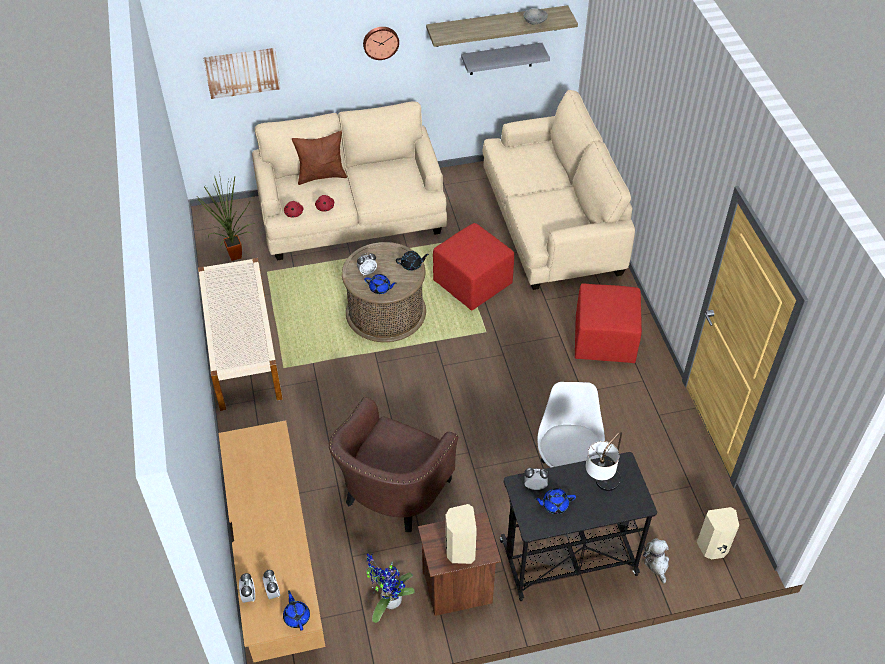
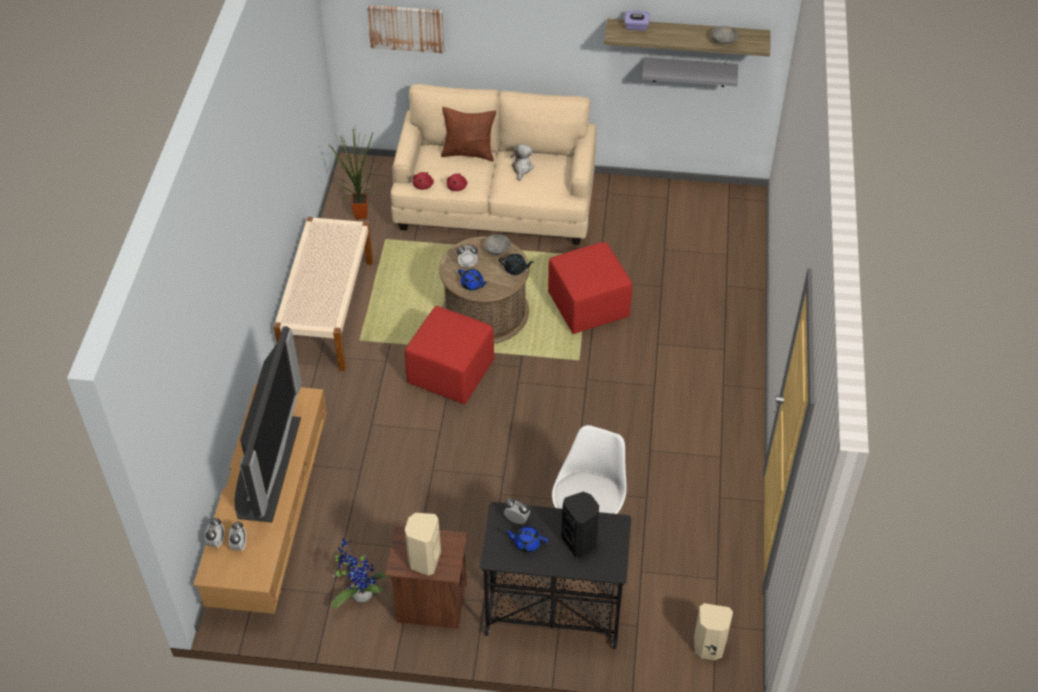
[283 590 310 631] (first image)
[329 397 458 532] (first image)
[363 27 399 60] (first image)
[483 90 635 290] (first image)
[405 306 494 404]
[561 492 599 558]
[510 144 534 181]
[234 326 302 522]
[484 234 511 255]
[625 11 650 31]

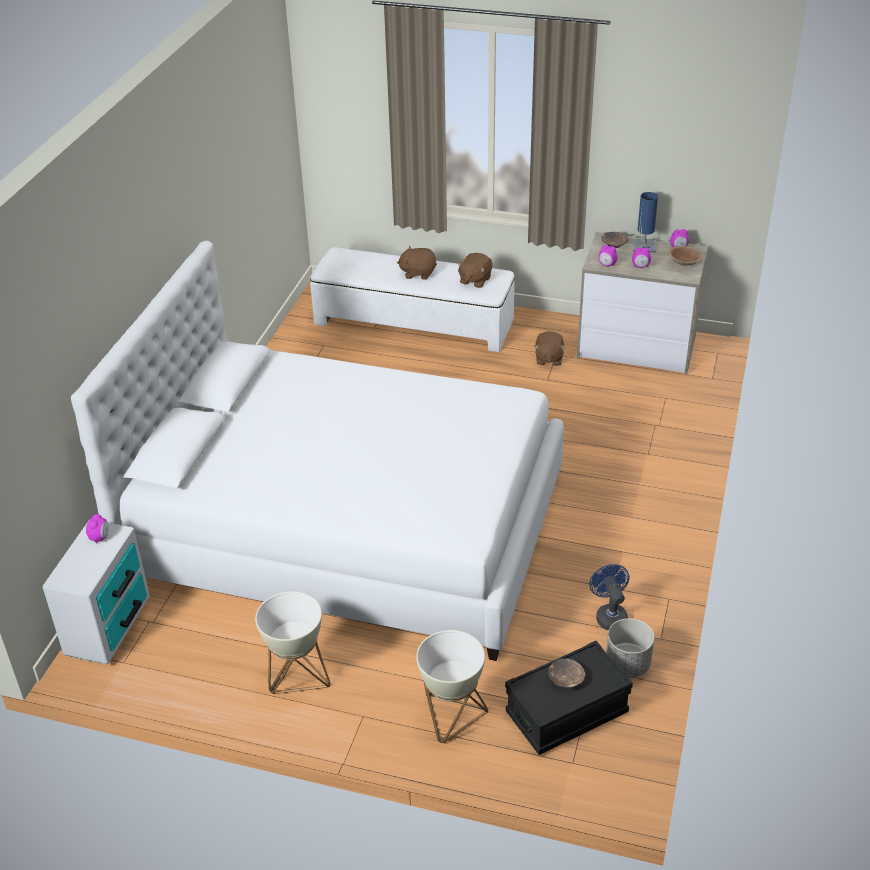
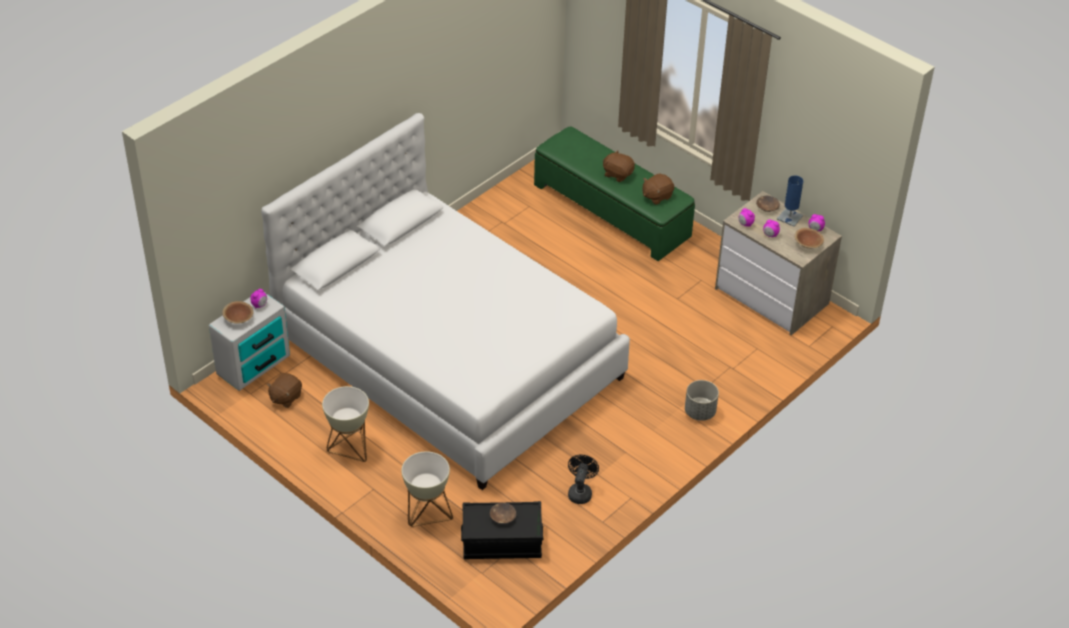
[534 127 695 261]
[267 373 302 408]
[568 455 599 504]
[685 380 719 421]
[222 301 253 324]

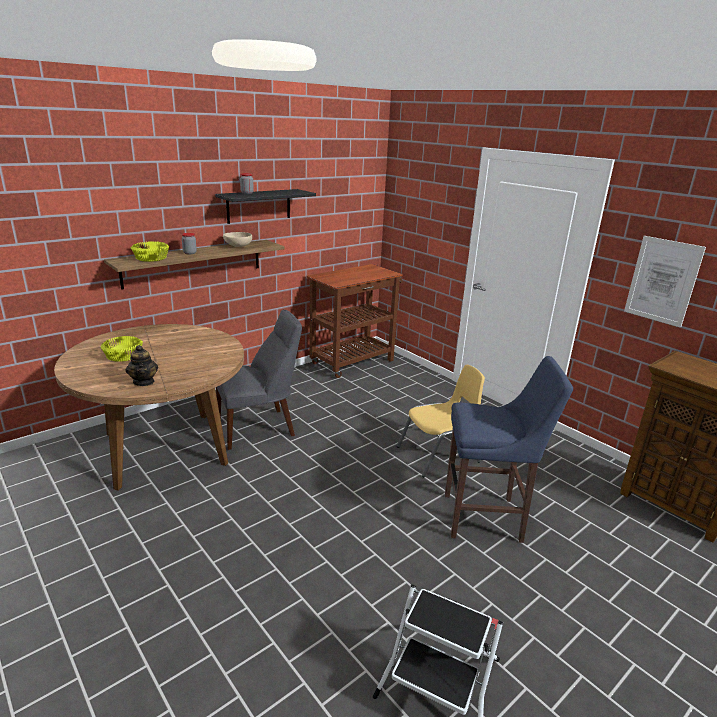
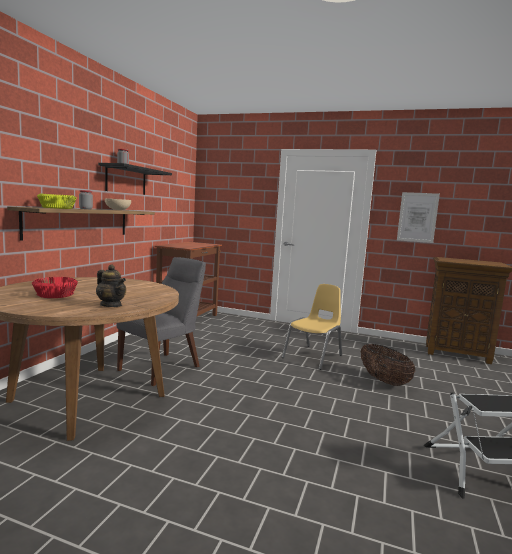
[32 277 78 298]
[360 344 415 386]

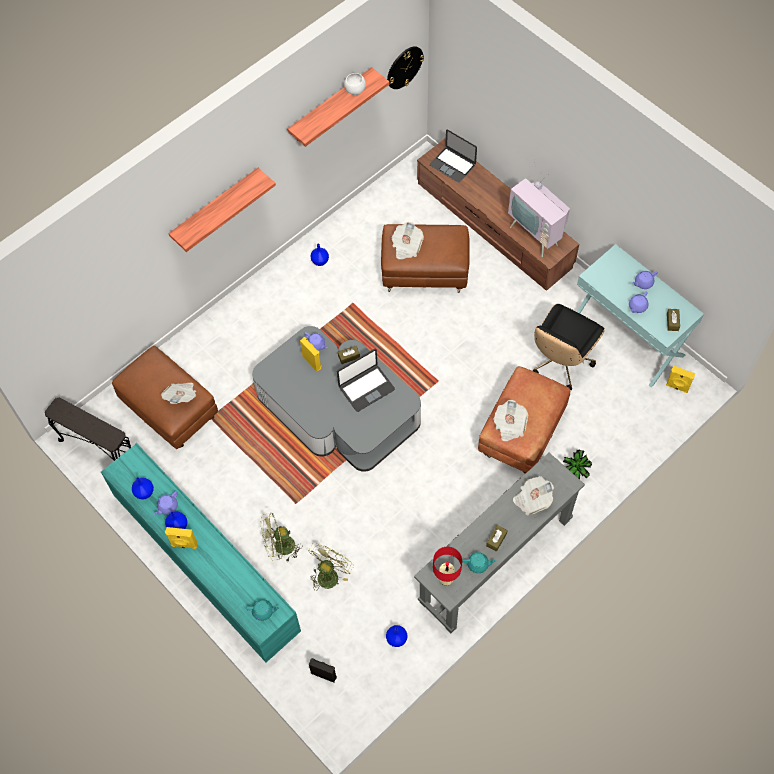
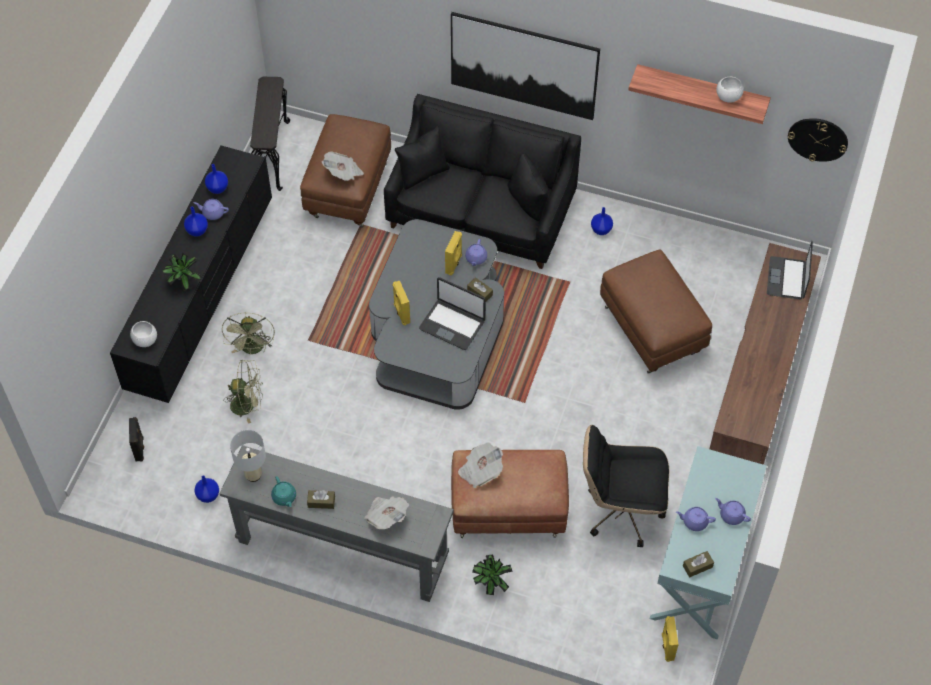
[110 146 272 403]
[393 281 410 326]
[451 12 600 120]
[130 321 157 347]
[222 313 275 355]
[392 222 424 259] (first image)
[230 430 266 482]
[508 159 570 257] (first image)
[162 253 201 290]
[384 94 581 269]

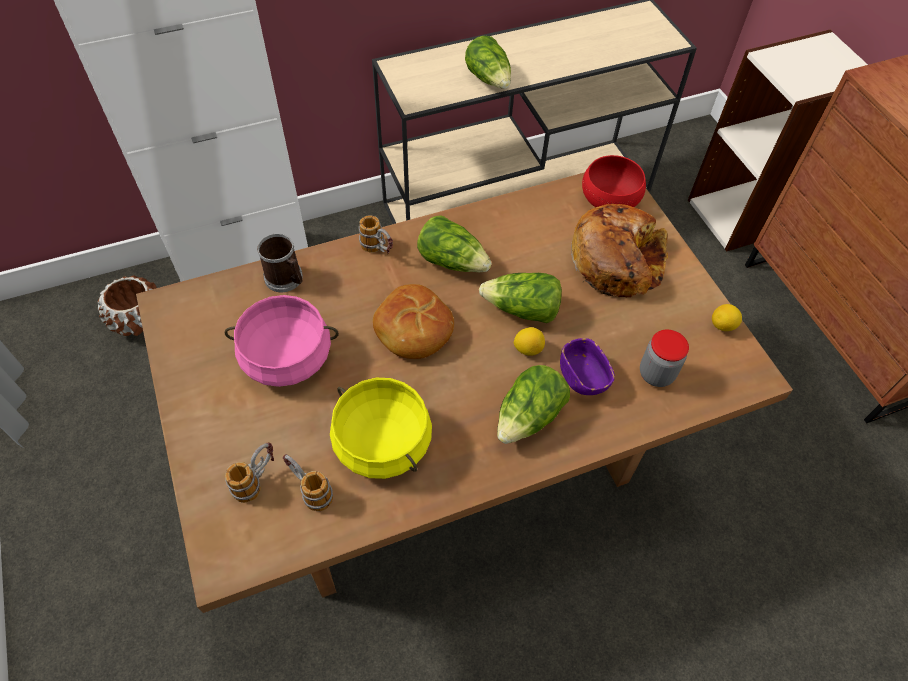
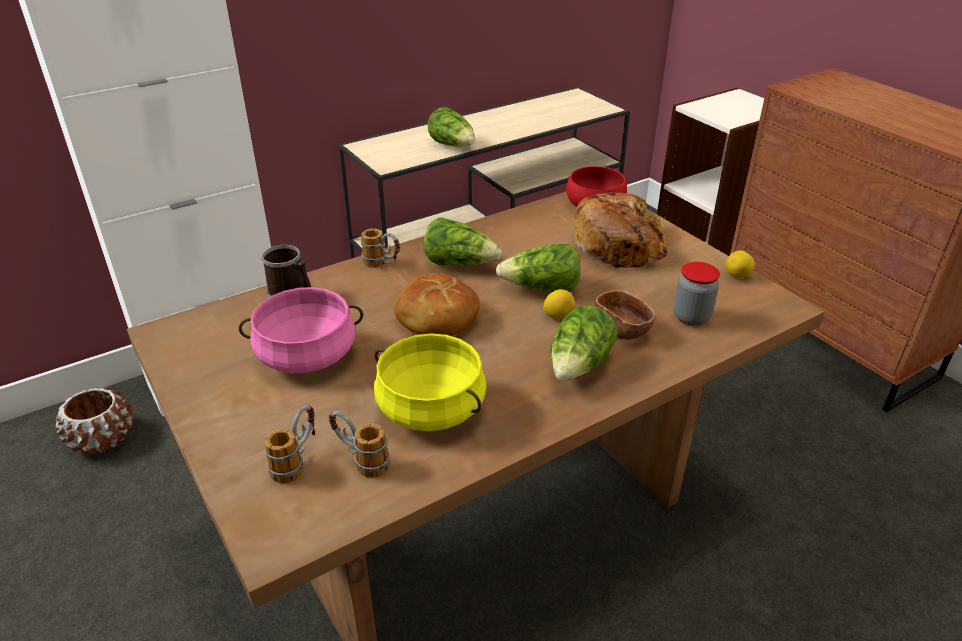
[595 290 656 340]

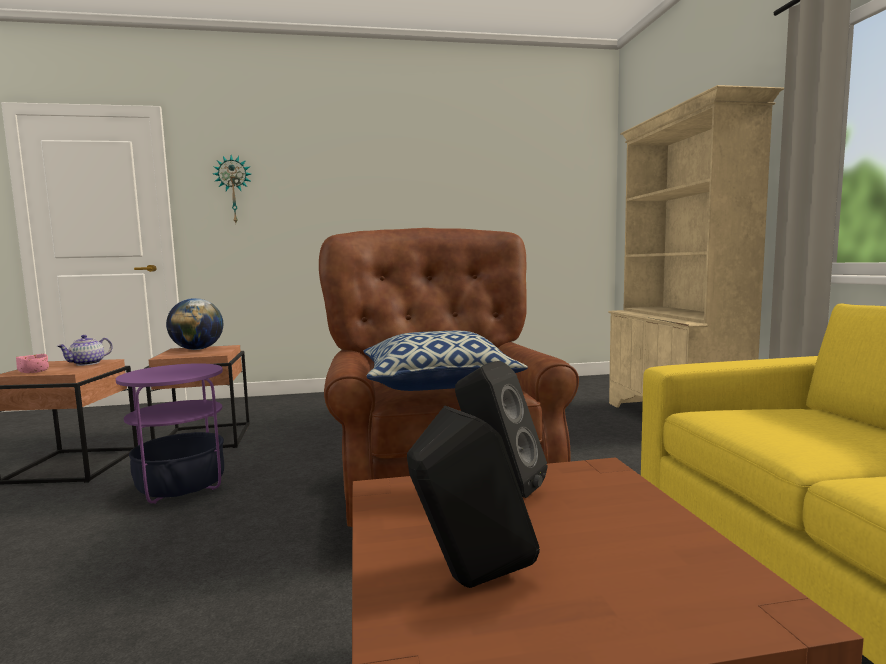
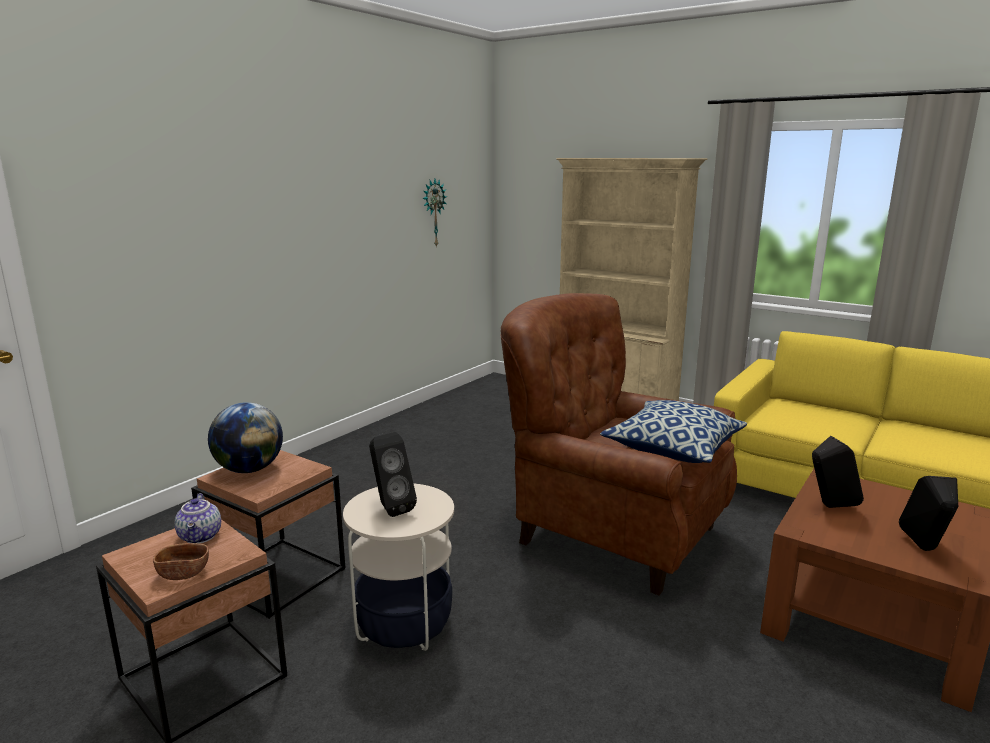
[153 543 209 580]
[343 483 454 651]
[423 179 447 248]
[369 432 417 517]

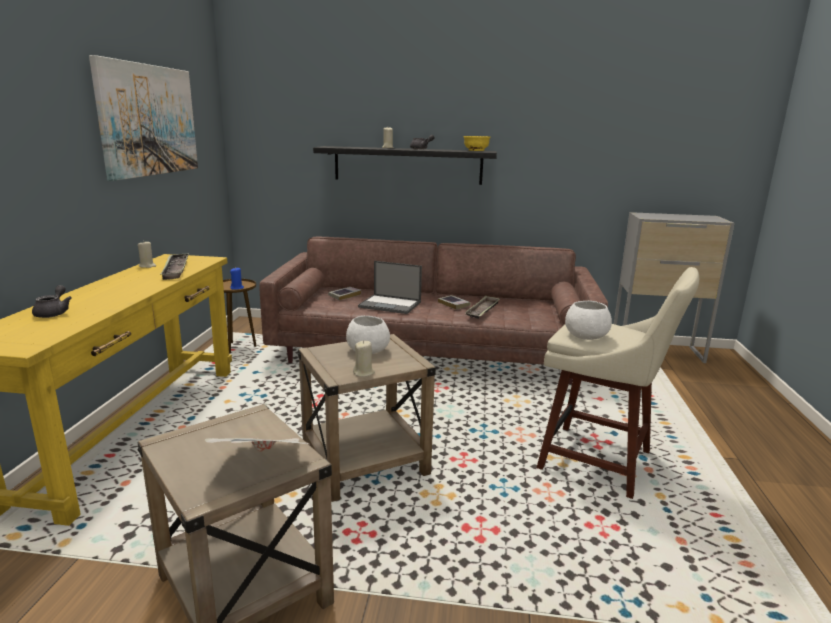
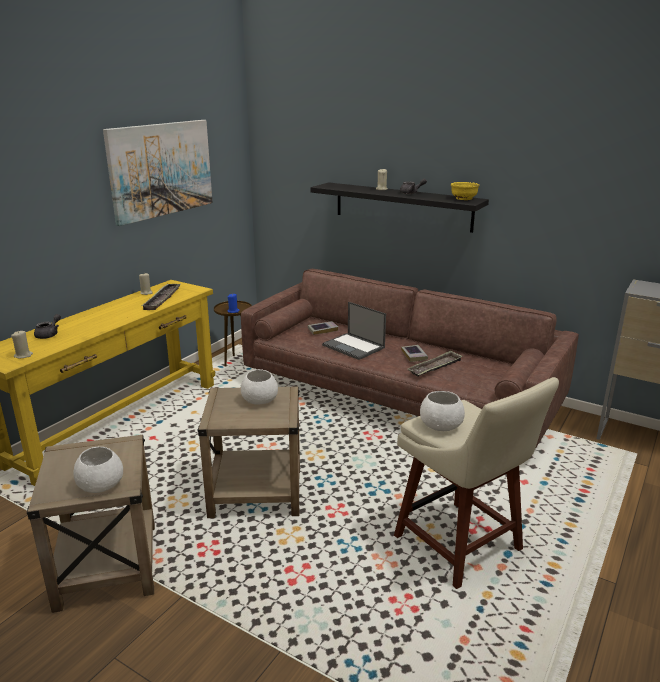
[73 447 123 493]
[11 331 33 359]

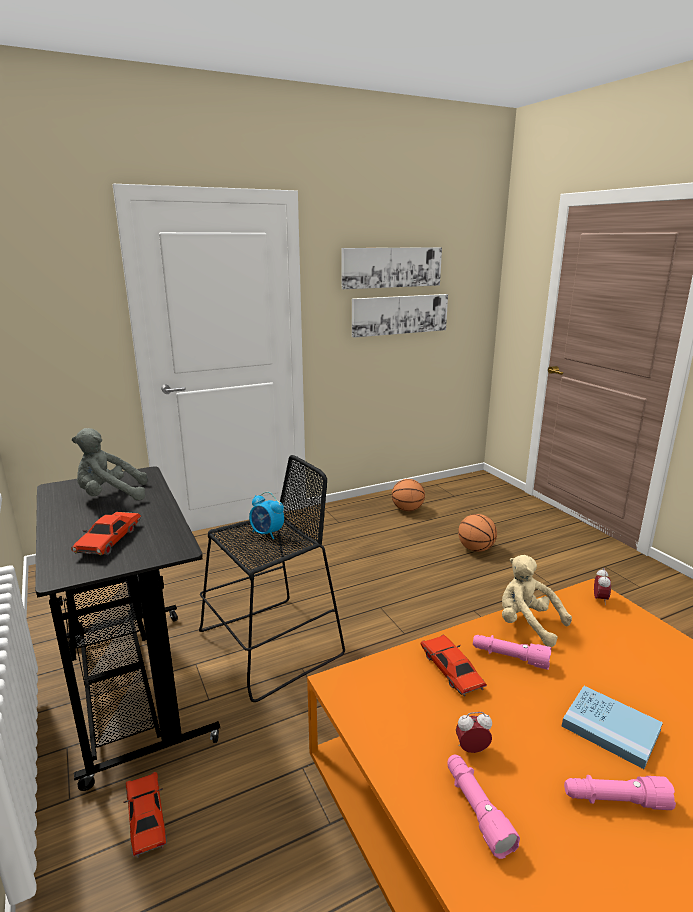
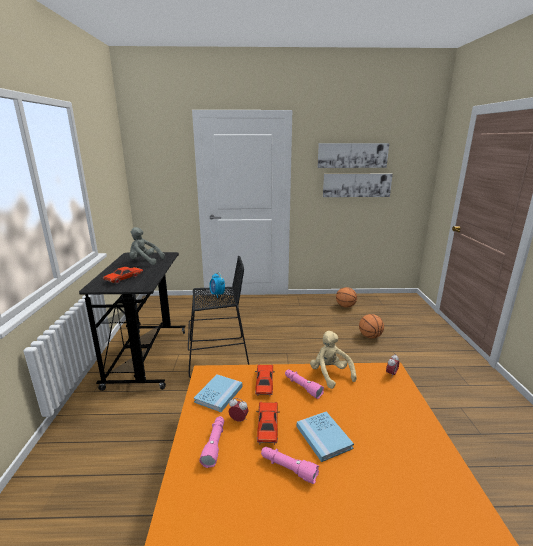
[256 402 279 445]
[194 374 242 412]

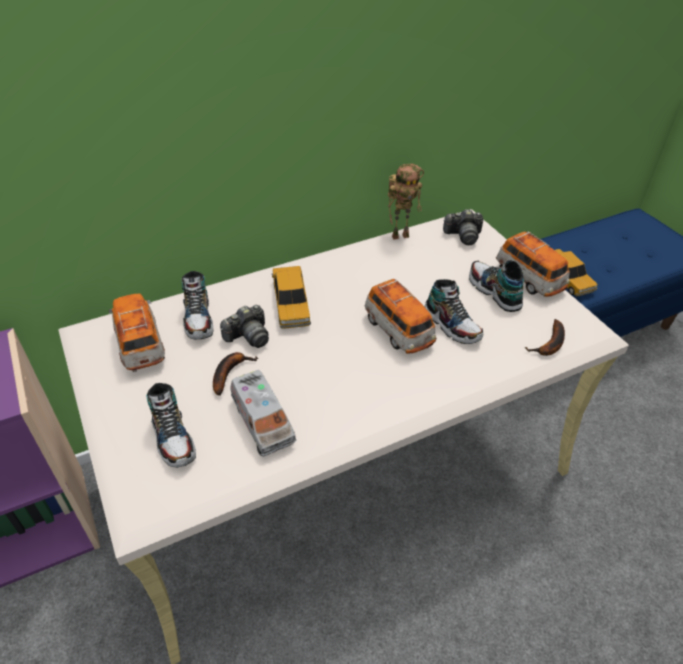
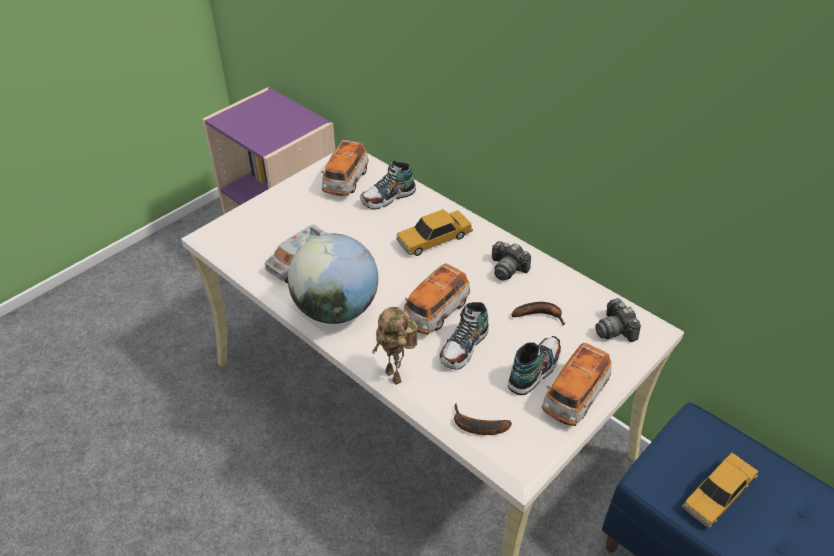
[322 140 369 196]
[146 383 196 468] (first image)
[511 302 565 325]
[492 241 531 281]
[372 307 417 385]
[288 234 378 324]

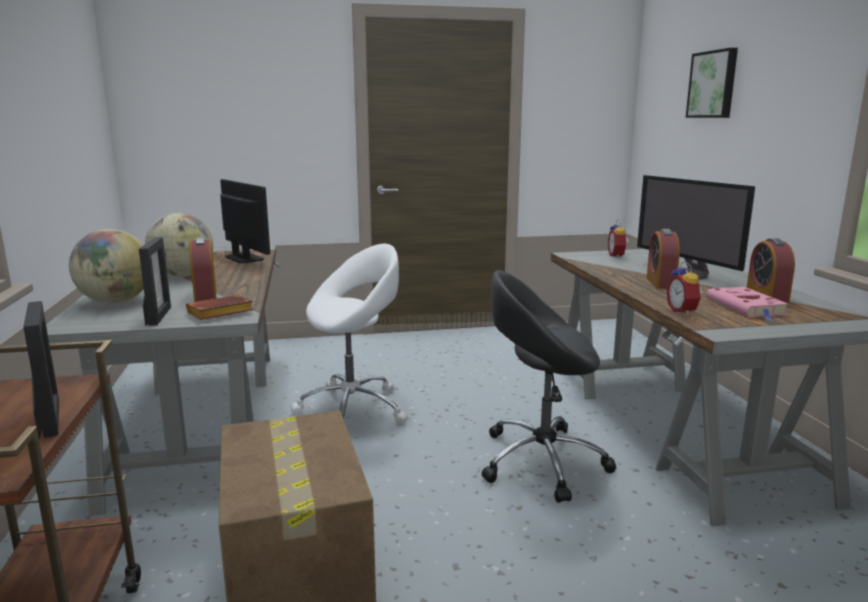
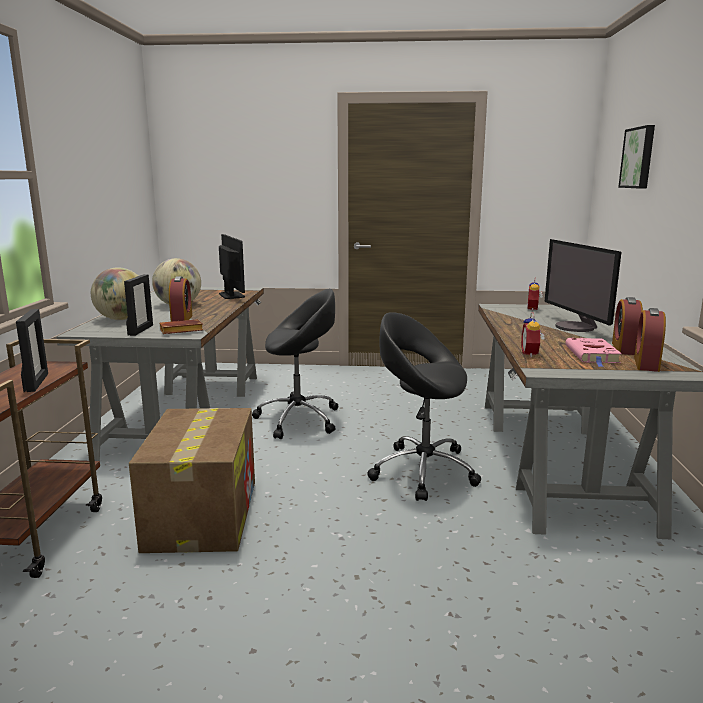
[252 289 338 439]
[634 308 666 372]

